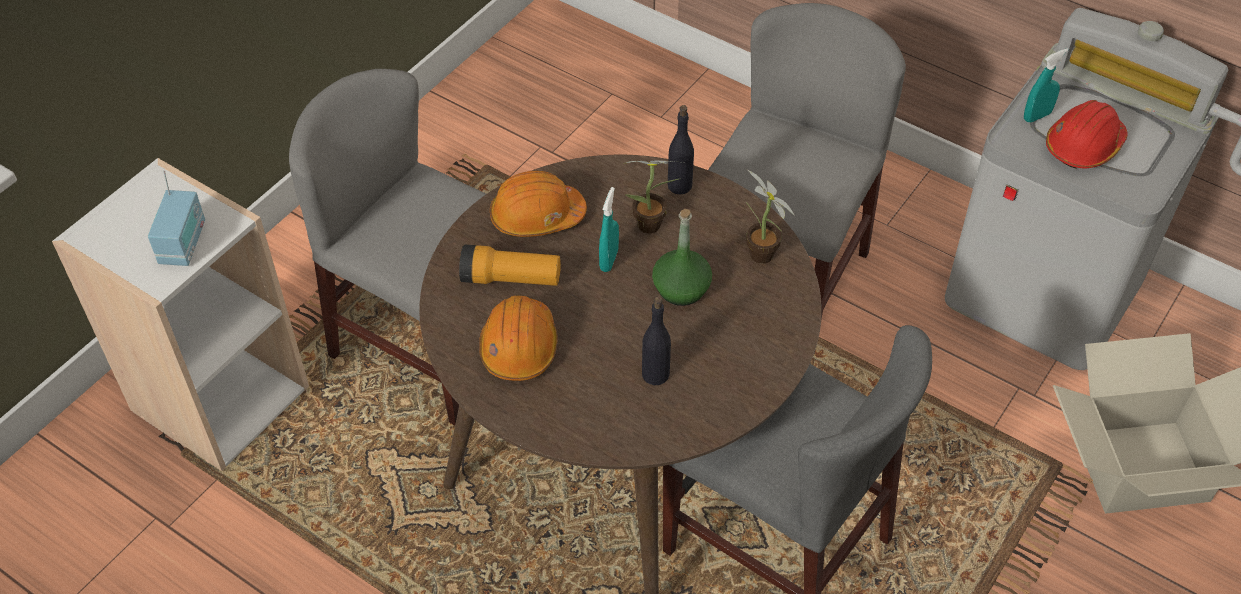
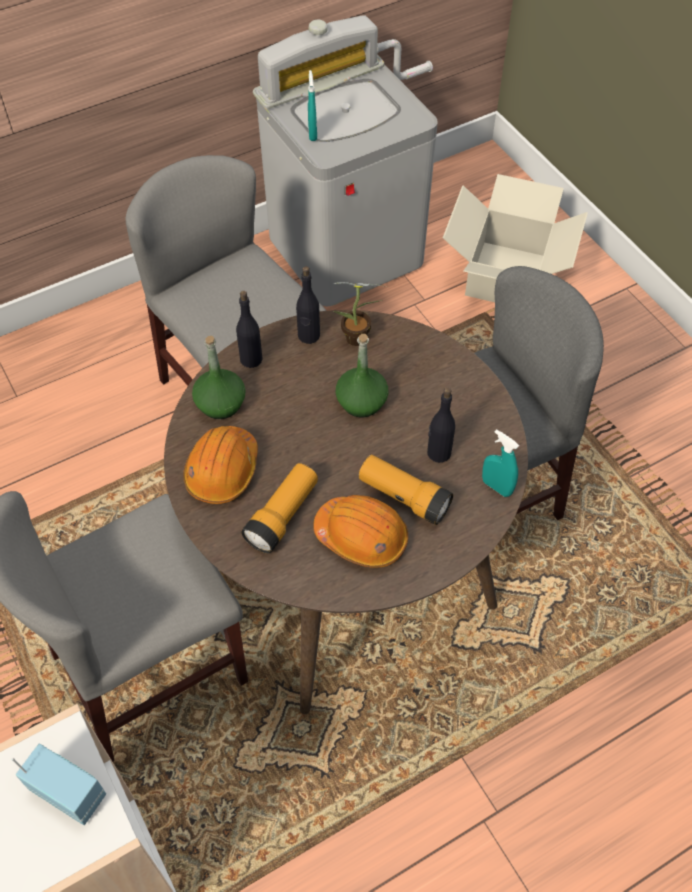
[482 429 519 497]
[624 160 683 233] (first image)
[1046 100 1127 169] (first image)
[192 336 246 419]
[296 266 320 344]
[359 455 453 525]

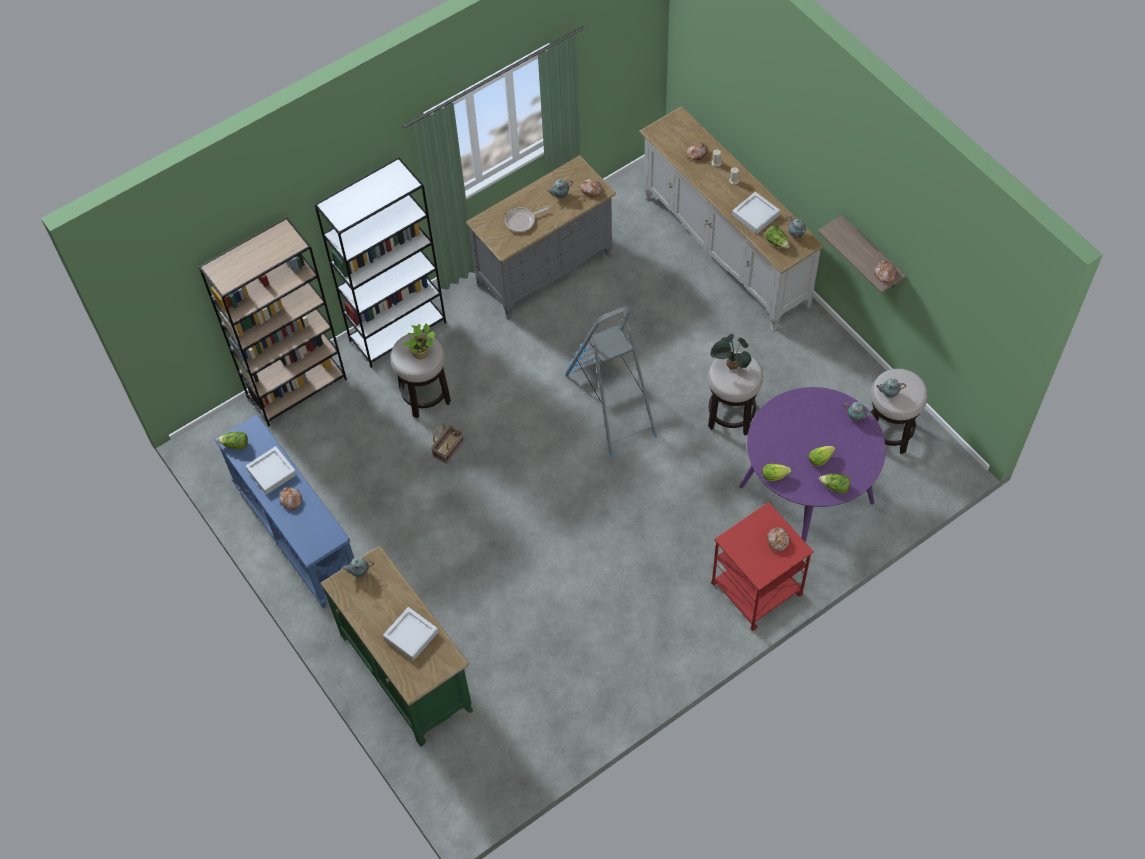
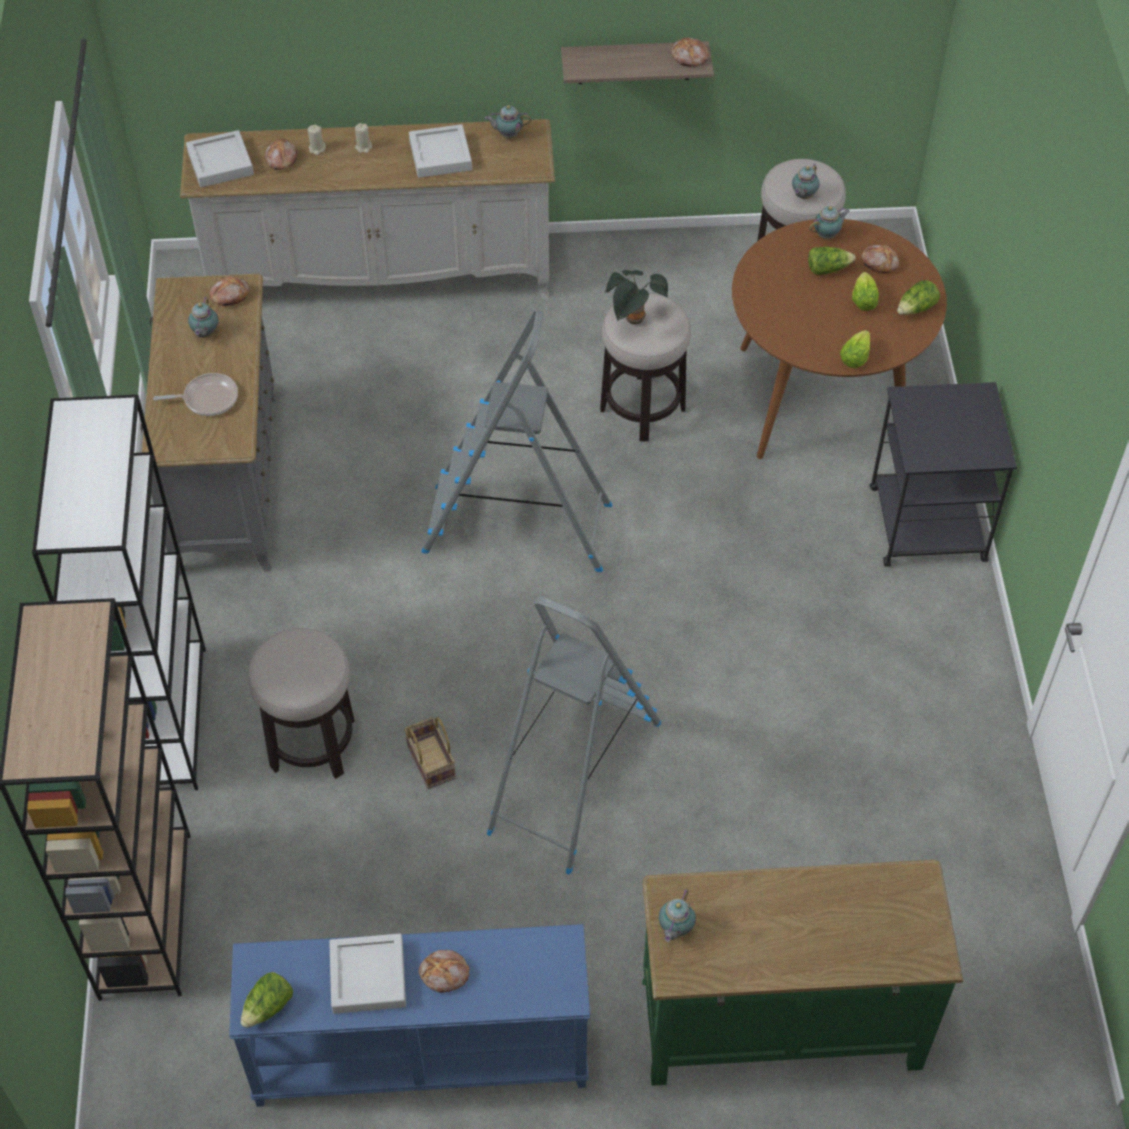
[186 130 254 187]
[403 324 436 360] (first image)
[153 373 238 416]
[869 382 1017 567]
[732 219 947 459]
[808 247 856 275]
[862 245 899 273]
[487 596 661 875]

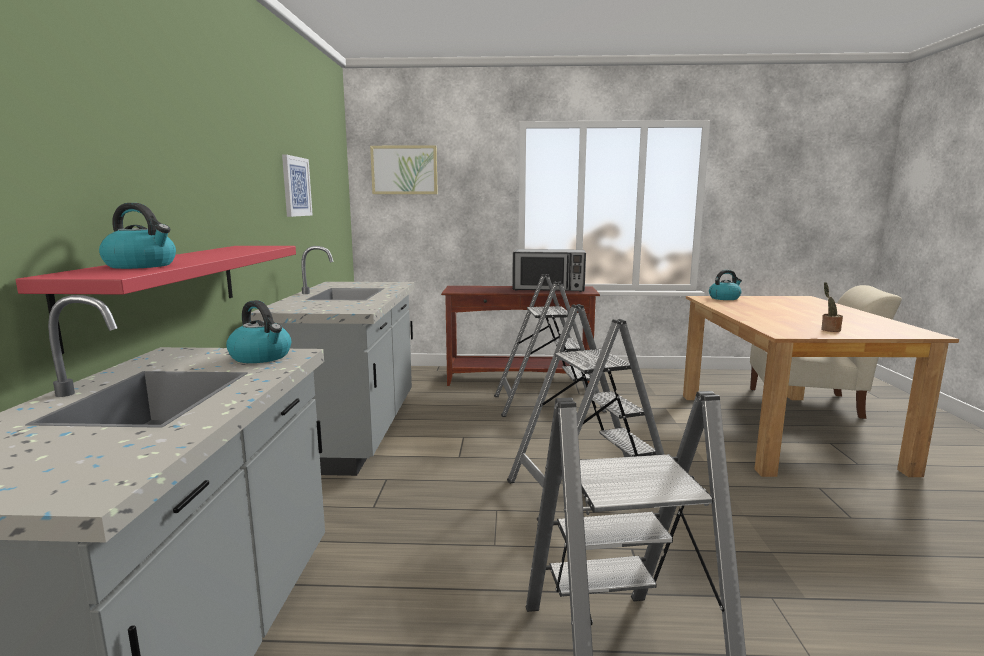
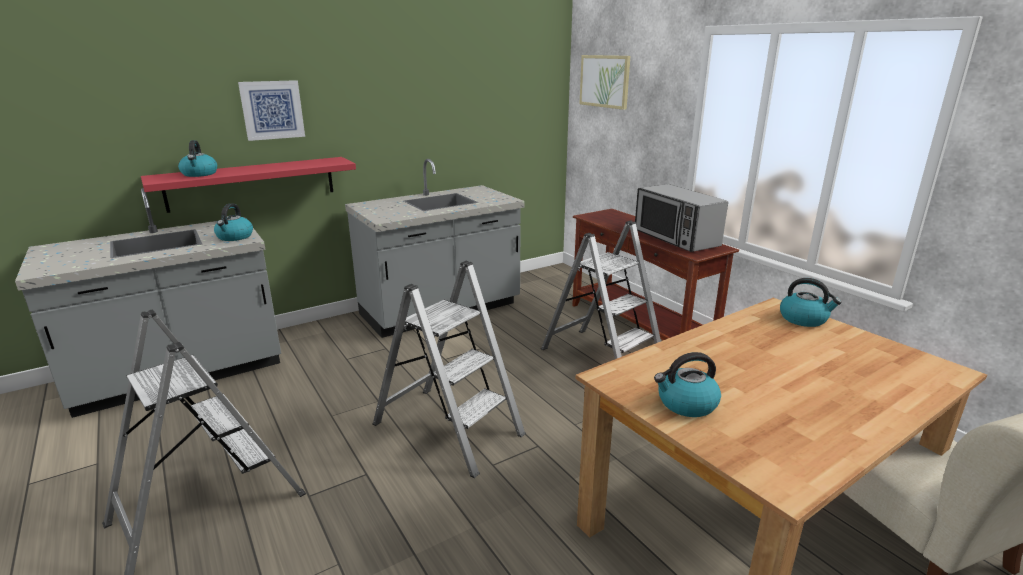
[238 80 305 141]
[654 352 721 417]

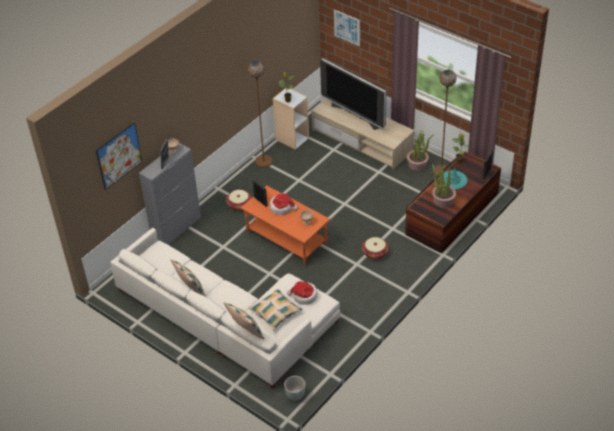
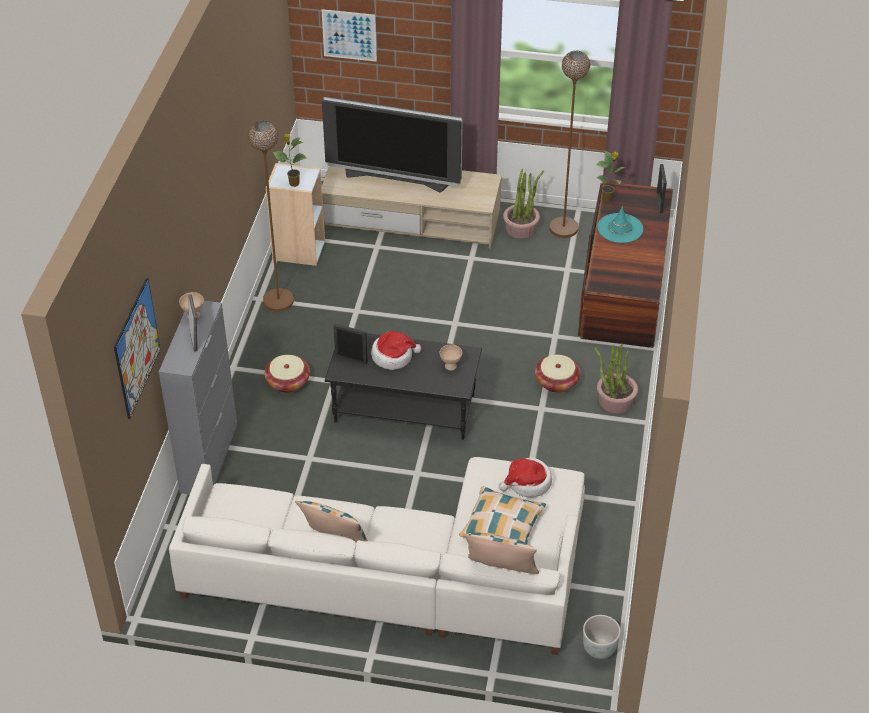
[325 333 482 440]
[594 343 638 413]

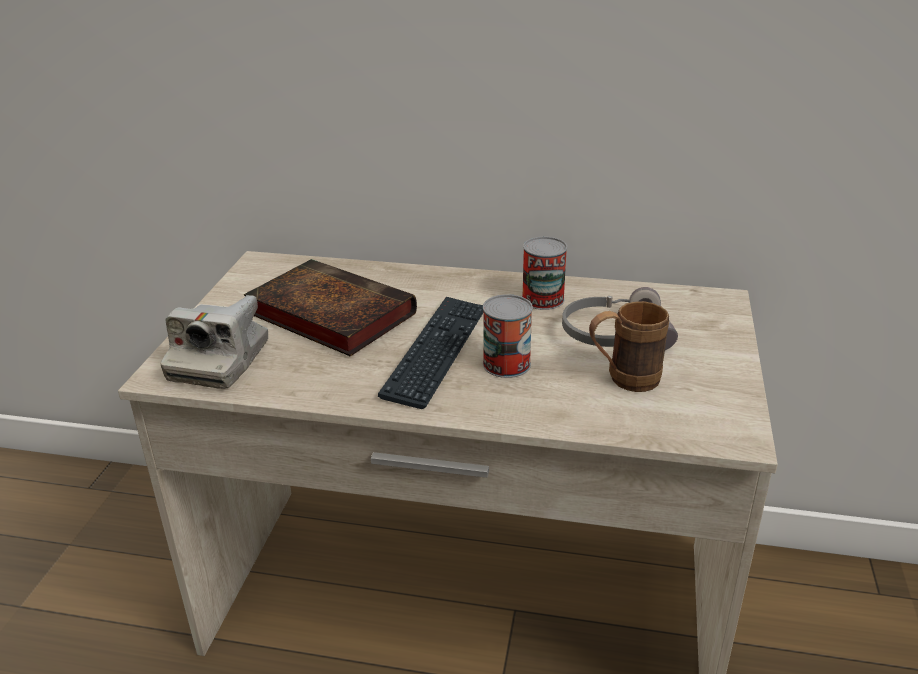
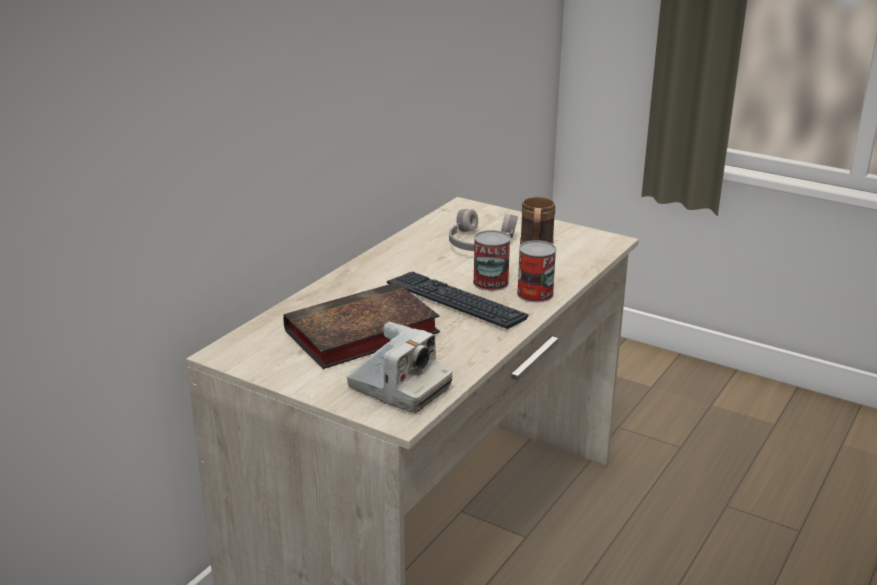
[517 240 556 303]

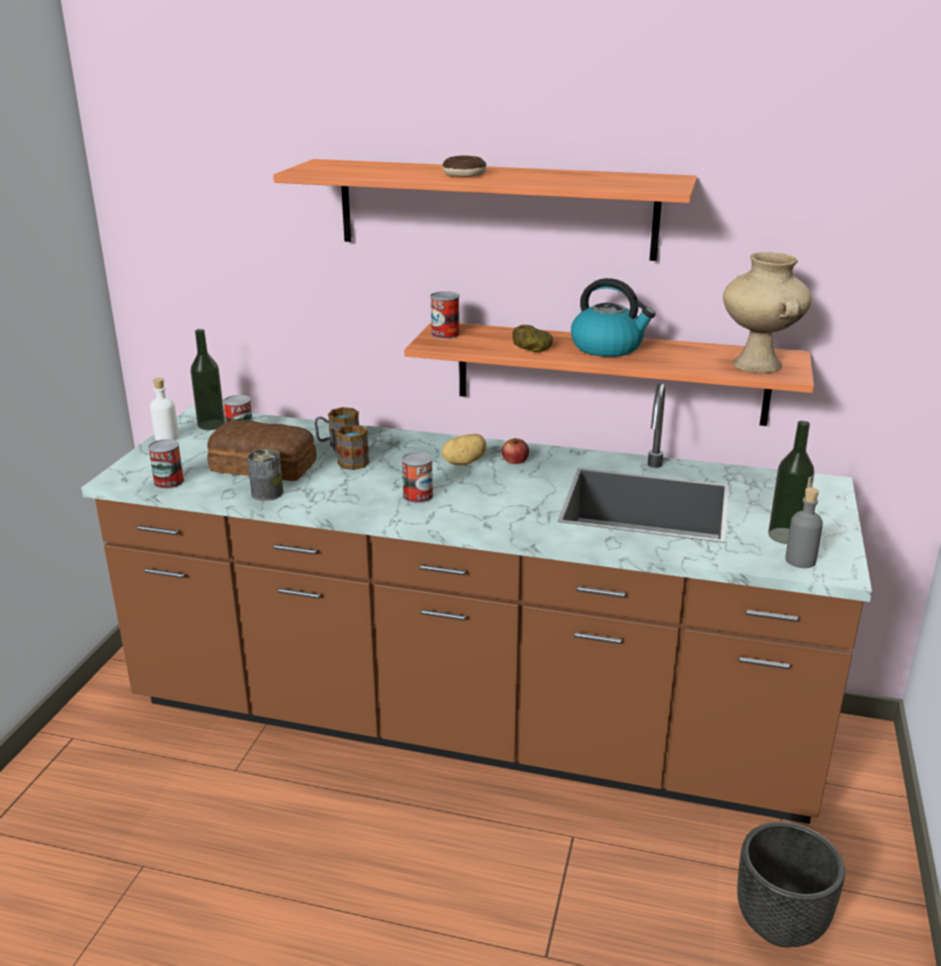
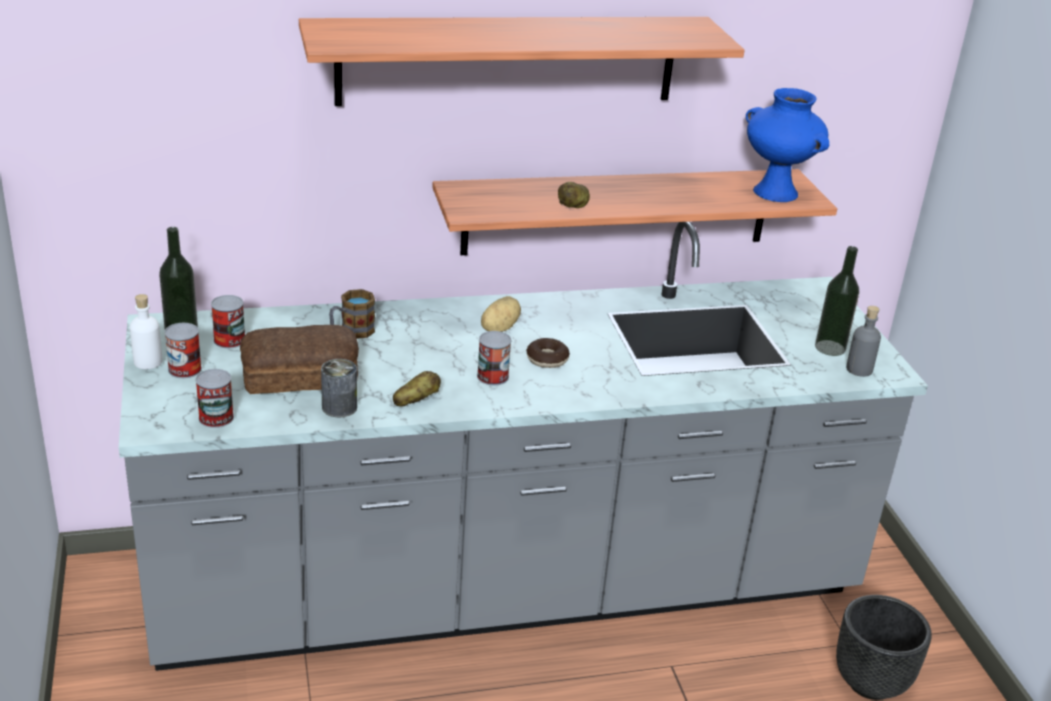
[119 222 928 671]
[330 425 369 470] (first image)
[165 323 202 378]
[527 338 570 368]
[502 438 529 464] (first image)
[571 278 656 357] (first image)
[746 88 829 202]
[393 371 441 406]

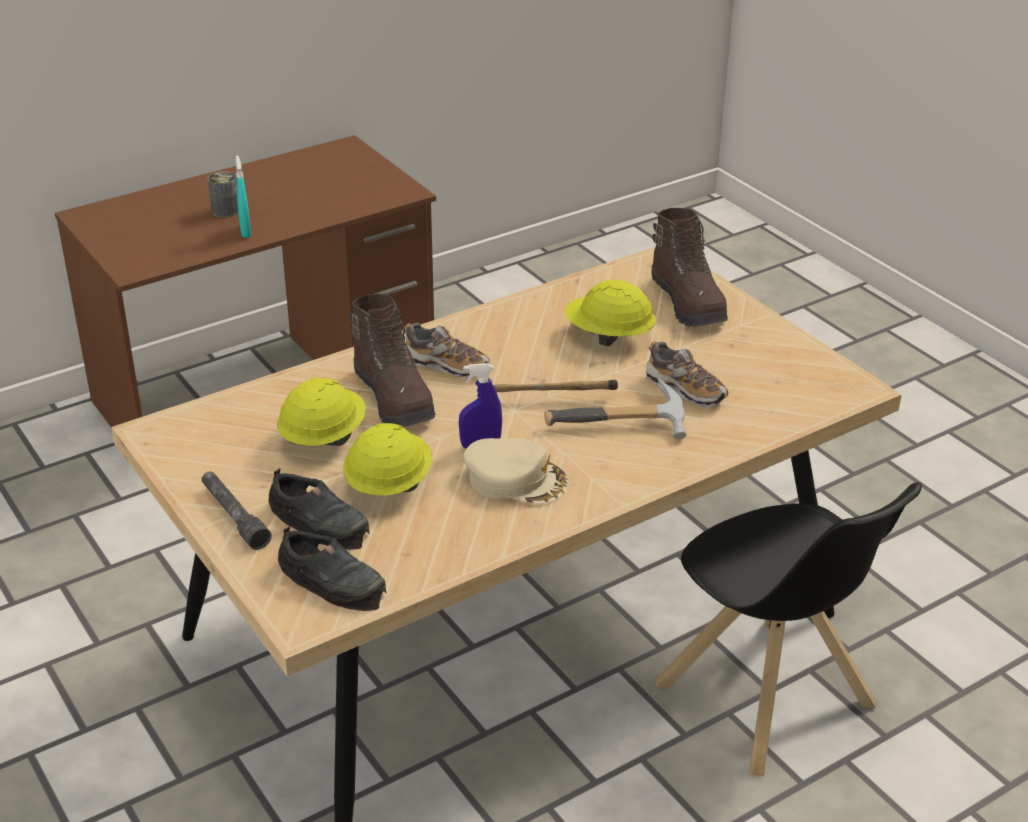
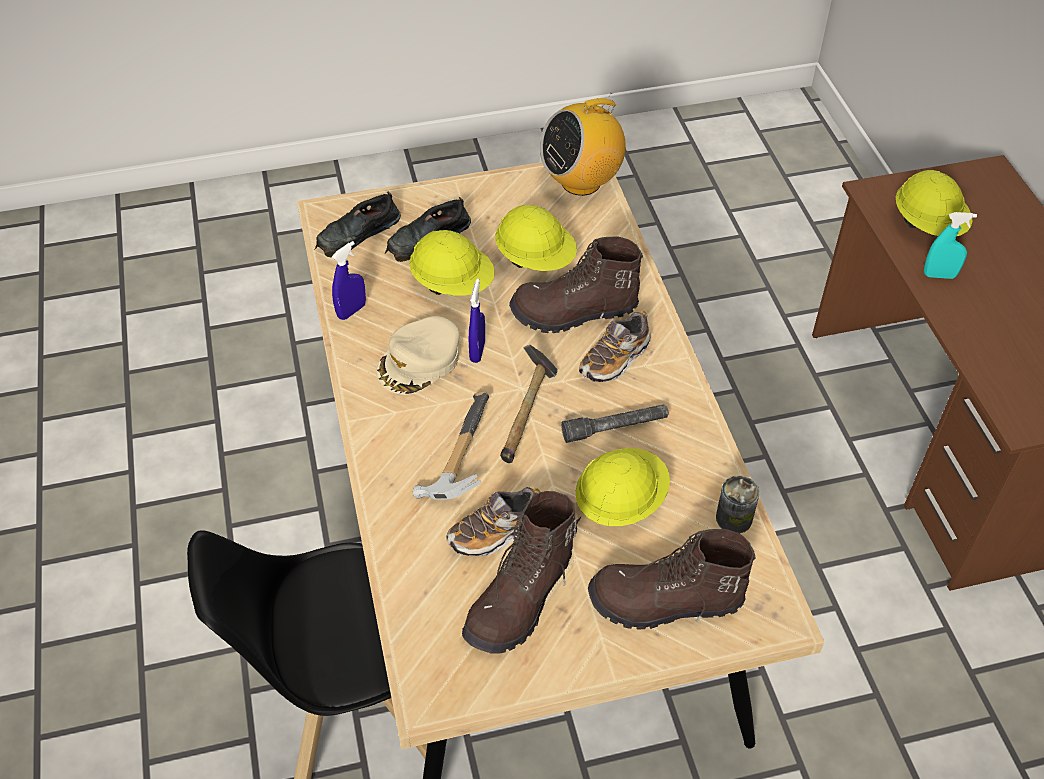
[561 404 669 443]
[716 475 760 533]
[332 241 366 320]
[462 491 581 653]
[540 92 626 196]
[896 170 973 236]

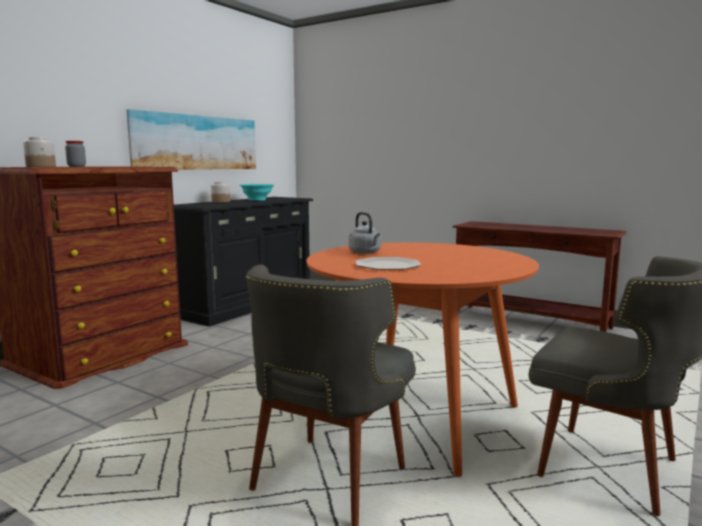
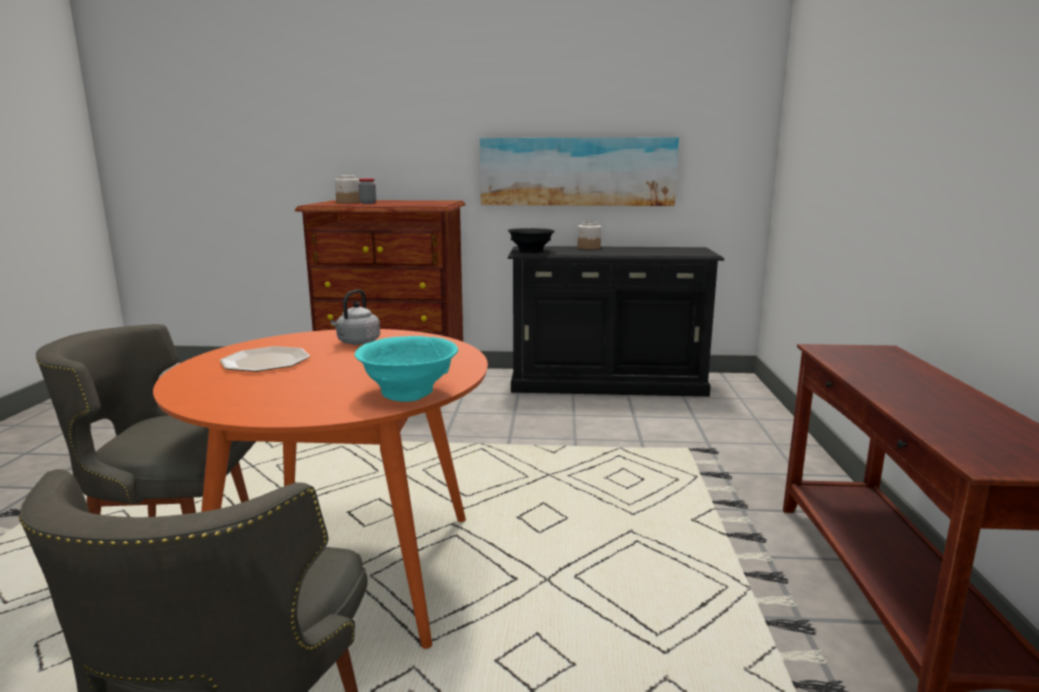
[355 336 458 402]
[508 228 555 253]

